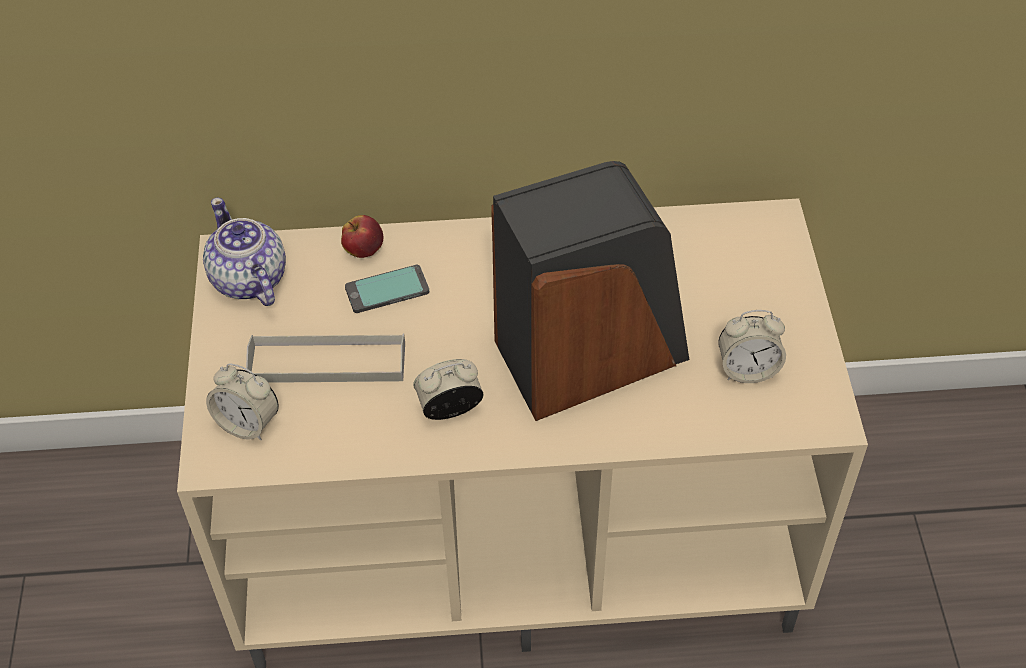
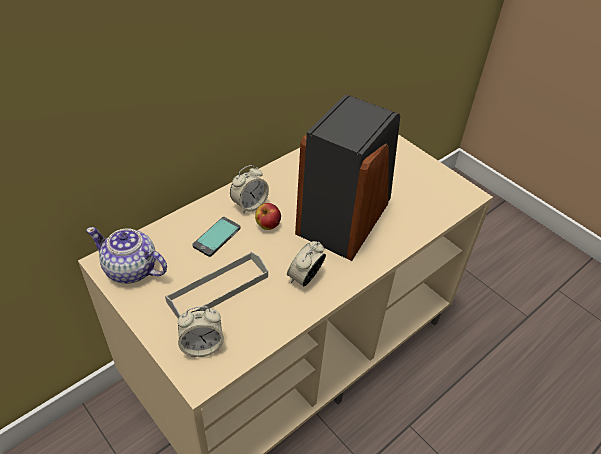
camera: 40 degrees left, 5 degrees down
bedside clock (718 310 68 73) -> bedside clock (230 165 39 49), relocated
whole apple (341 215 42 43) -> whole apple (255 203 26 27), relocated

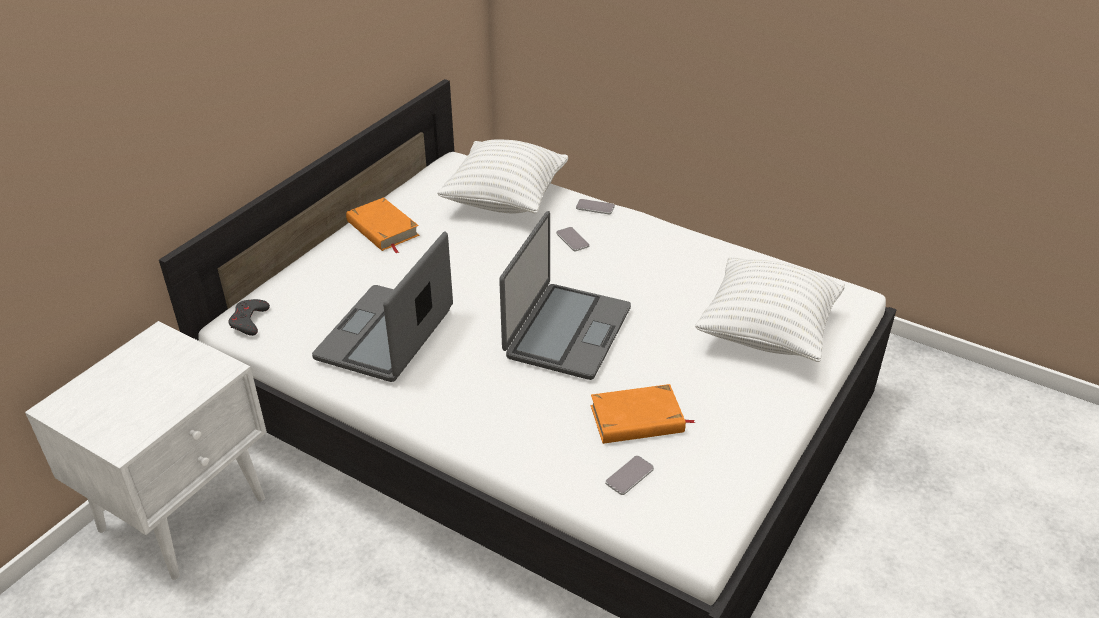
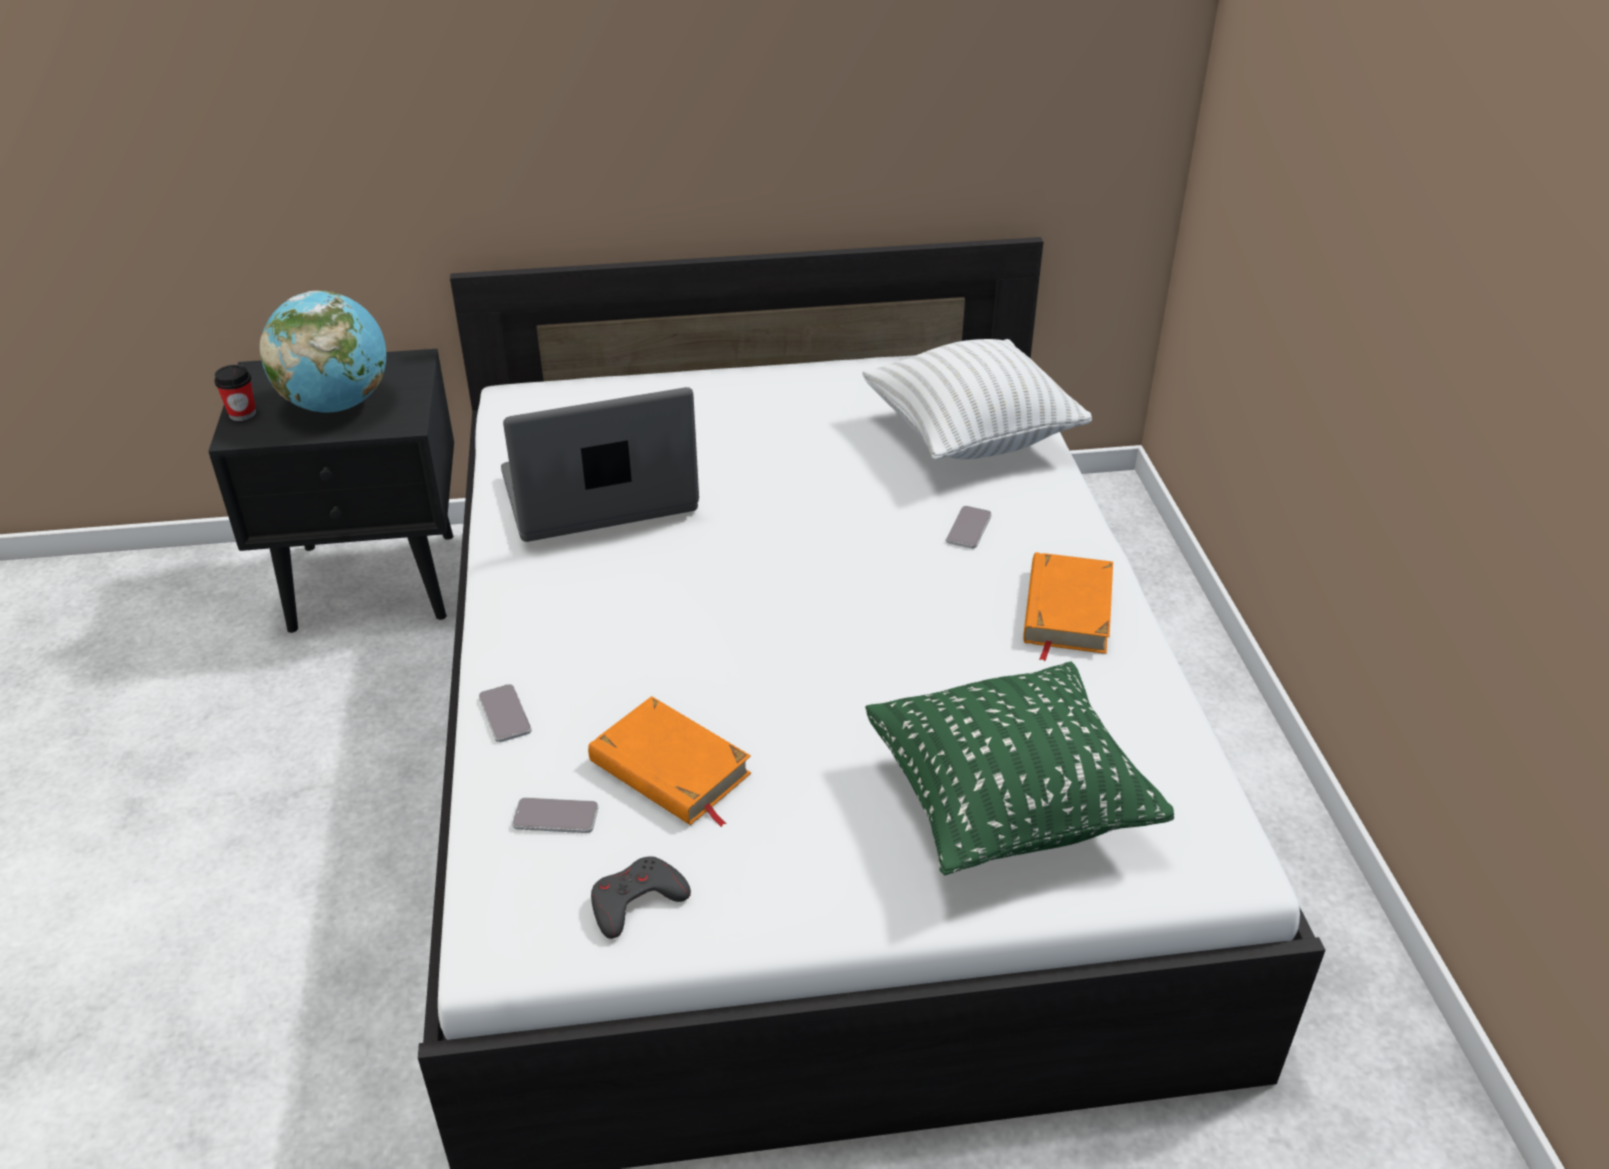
camera: 50 degrees right, 0 degrees up
nightstand in white-coloured (25 321 242 259) -> nightstand in black (208 349 246 284)
none -> cup (214 365 42 56)
none -> globe (260 291 126 121)
phone (576 199 39 15) -> phone (479 684 53 58), relocated
game controller in greyish (228 299 42 37) -> game controller in greyish (591 856 100 83), relocated
pillow in white-coloured (695 256 150 106) -> pillow in greenish (865 662 309 214)
volume in orangey (346 197 73 56) -> volume in orangey (1023 552 90 109), relocated
notebook computer (499 211 132 169) -> none

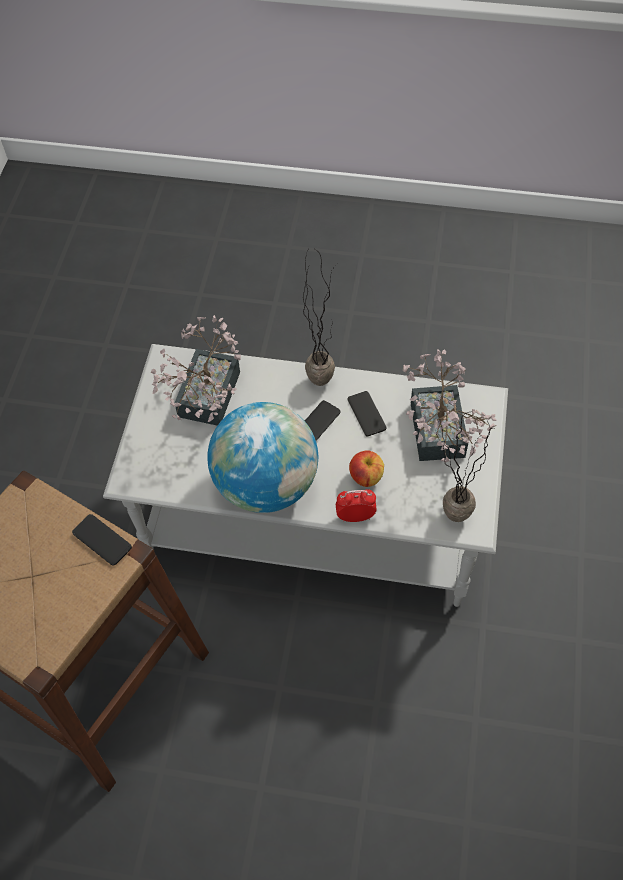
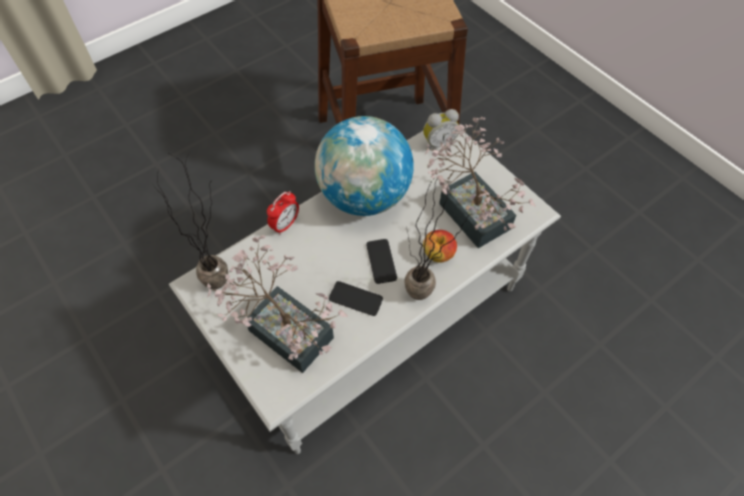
camera: 130 degrees right, 0 degrees up
none -> bedside clock (423 109 36 41)
whole apple (349 450 35 37) -> whole apple (423 230 34 33), relocated
phone (72 514 60 52) -> none

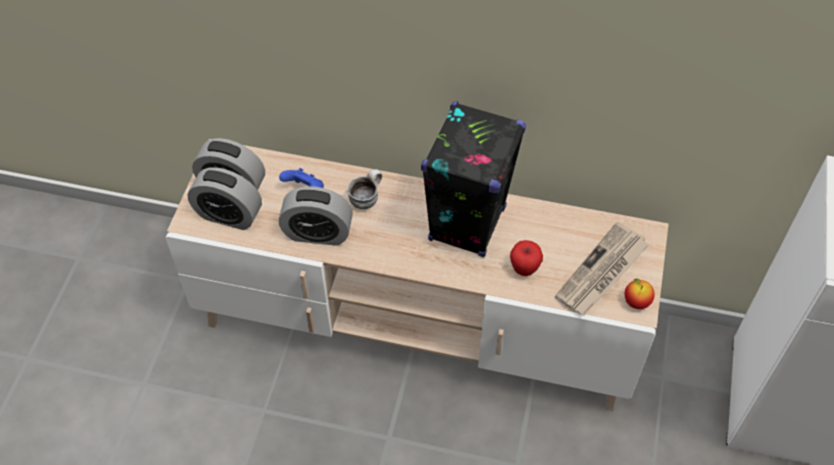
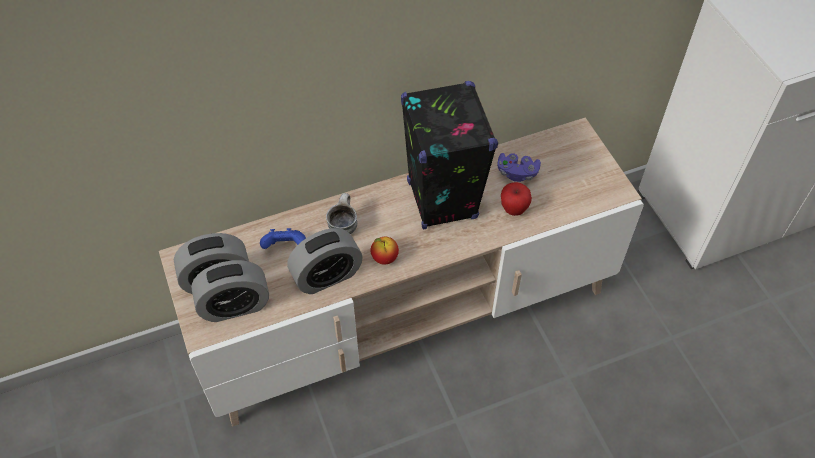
camera: 35 degrees left, 0 degrees up
whole apple (625 279 30 30) -> whole apple (371 237 28 28), relocated
none -> game controller in purple-coloured (497 153 44 29)
newspaper (555 222 94 93) -> none

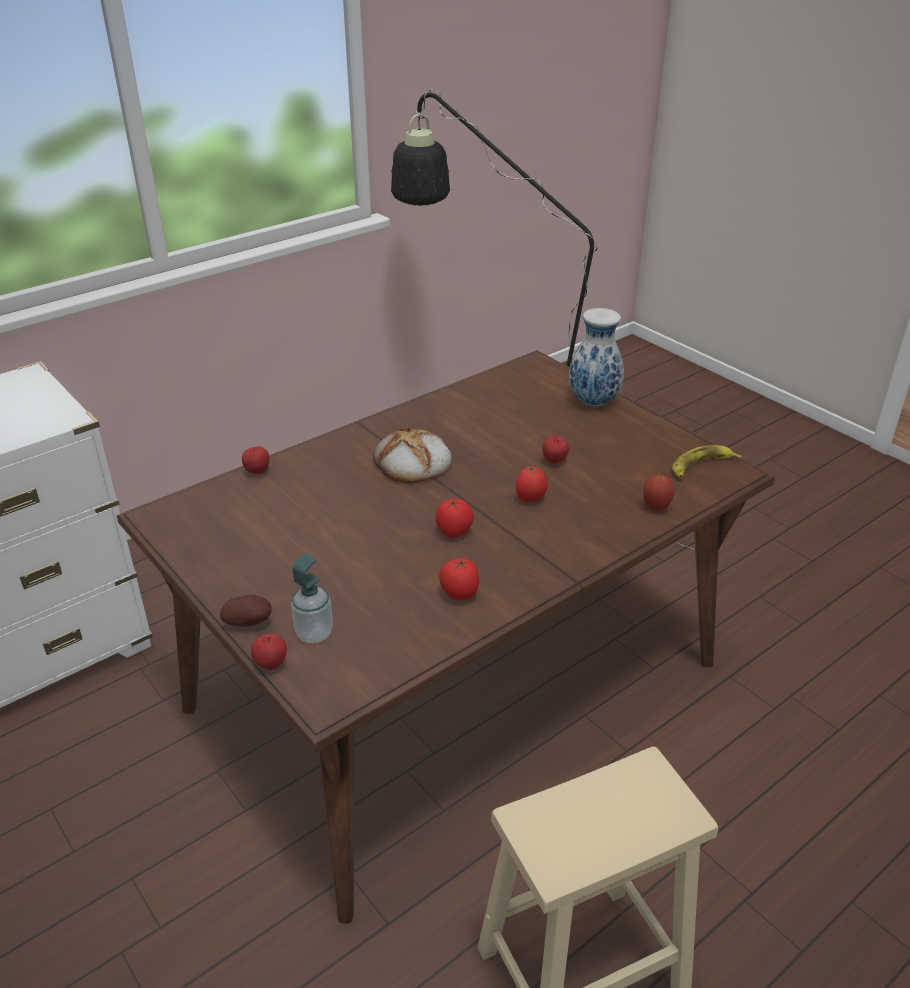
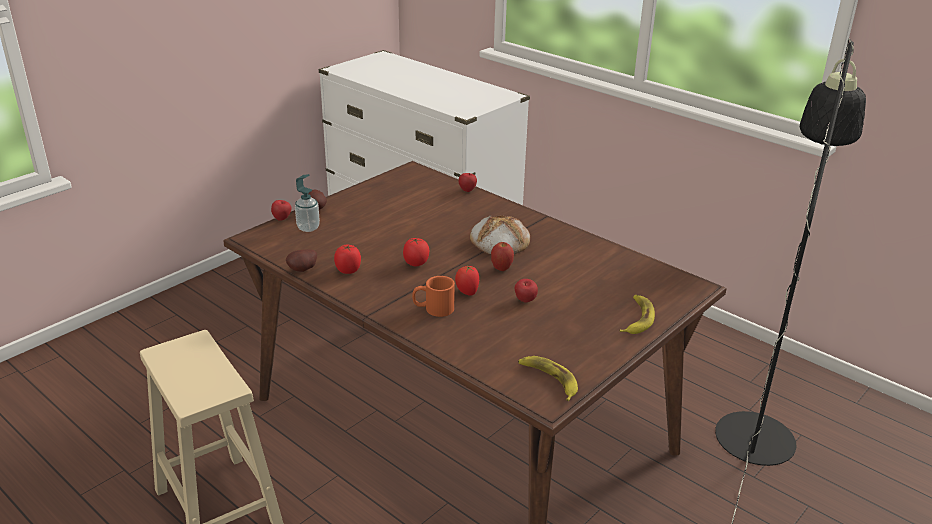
camera: 80 degrees right, 5 degrees down
none -> spud (286 249 31 23)
none -> tea mug in orangey (412 276 43 41)
whole apple (643 474 32 37) -> whole apple (491 242 23 29), relocated
decorative vase (569 308 55 98) -> banana (620 295 35 39)

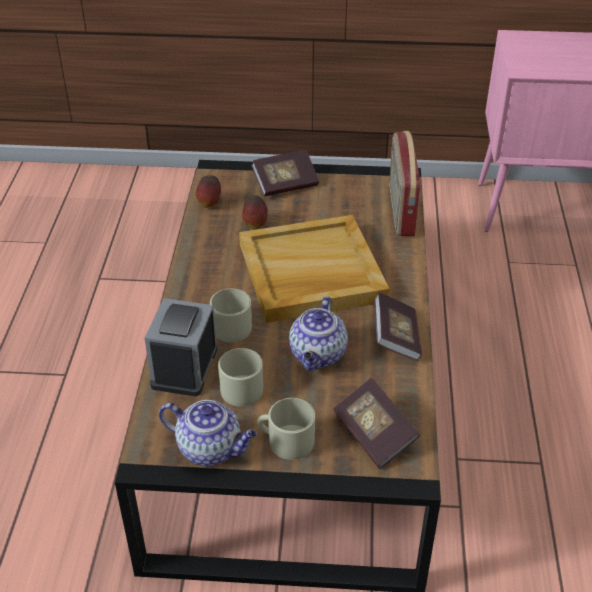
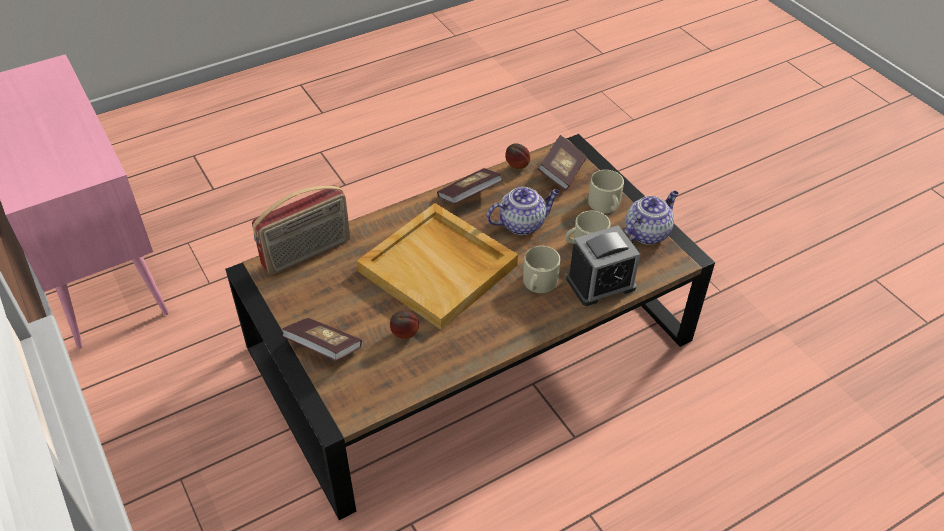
camera: 125 degrees left, 5 degrees up
whole apple (196 175 25 33) -> whole apple (505 143 25 26), relocated
teapot (159 400 98 66) -> teapot (624 191 55 54), 60 degrees clockwise

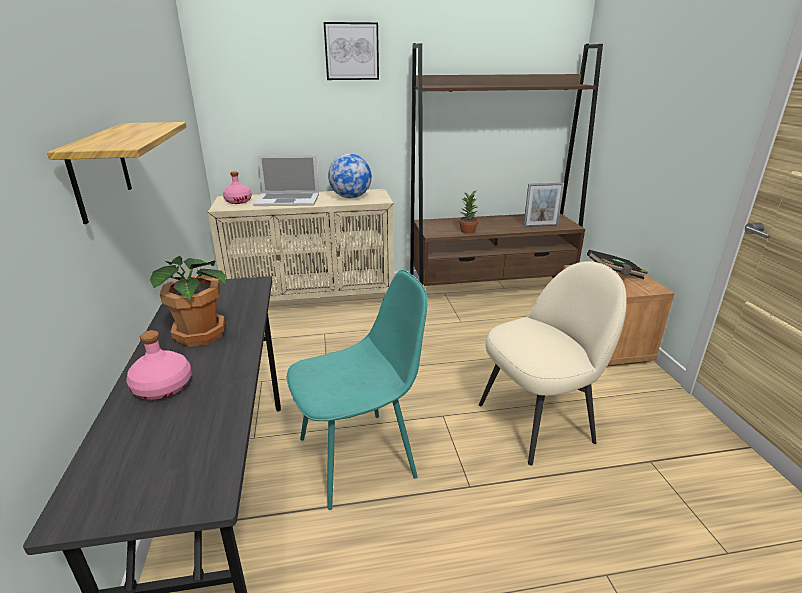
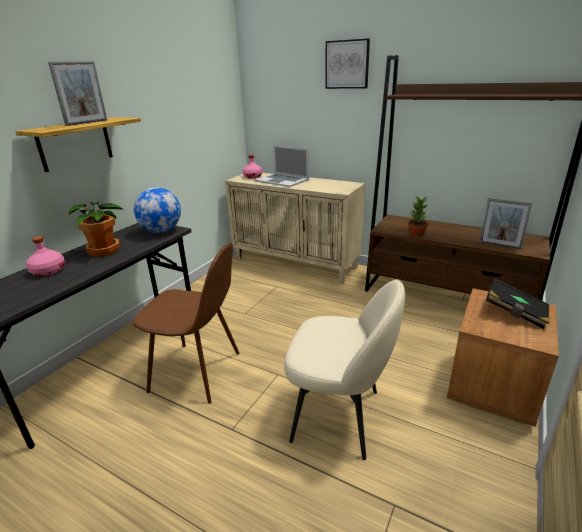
camera: 40 degrees right, 0 degrees up
none -> standing frame (48 61 59 65)
plain chair in turquoise-coloured (287 270 141 240) -> plain chair in brown-coloured (132 243 107 161)
globe (328 154 44 44) -> globe (134 187 47 46), relocated

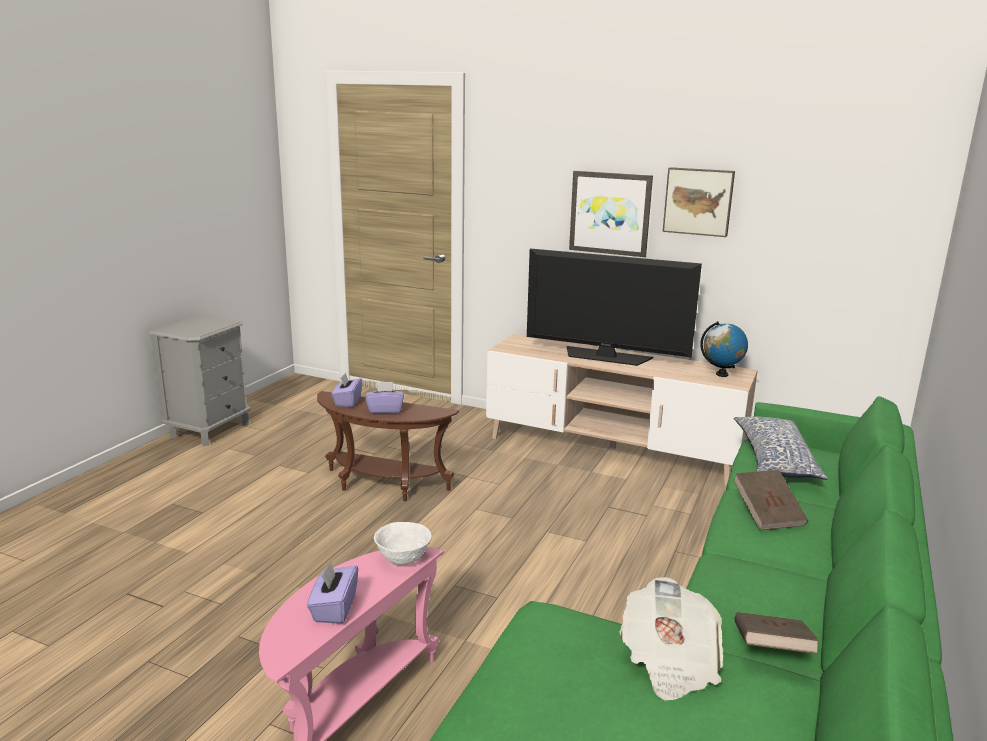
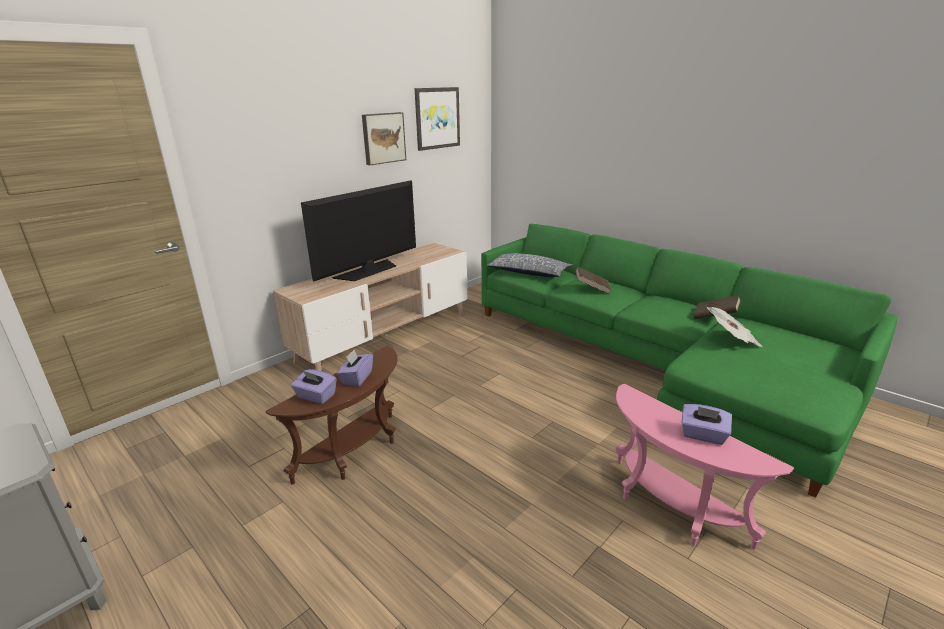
camera: 70 degrees left, 5 degrees up
picture (569 171 84 86) -> picture (415 87 45 64), relocated
deep dish in white-coloured (374 522 58 43) -> none
globe (700 321 48 56) -> none

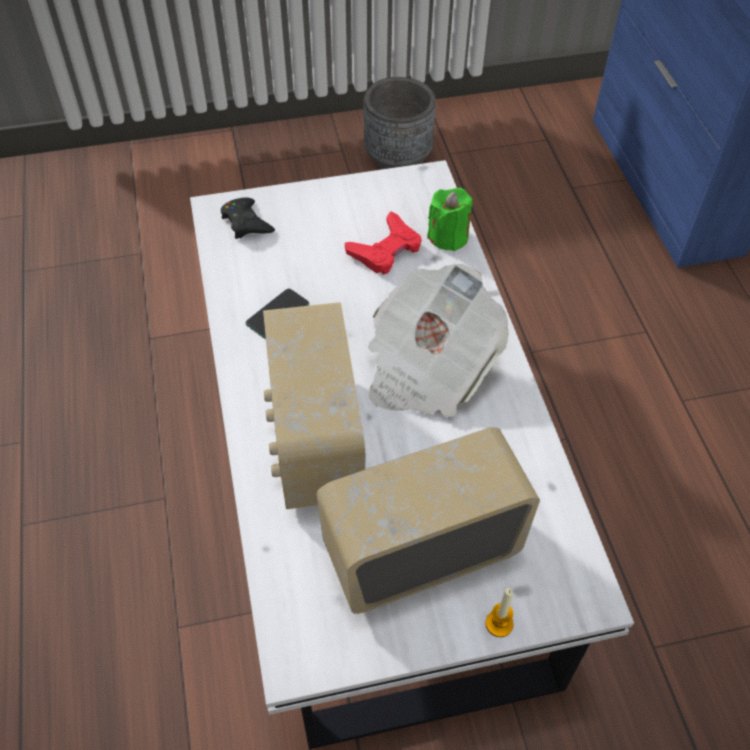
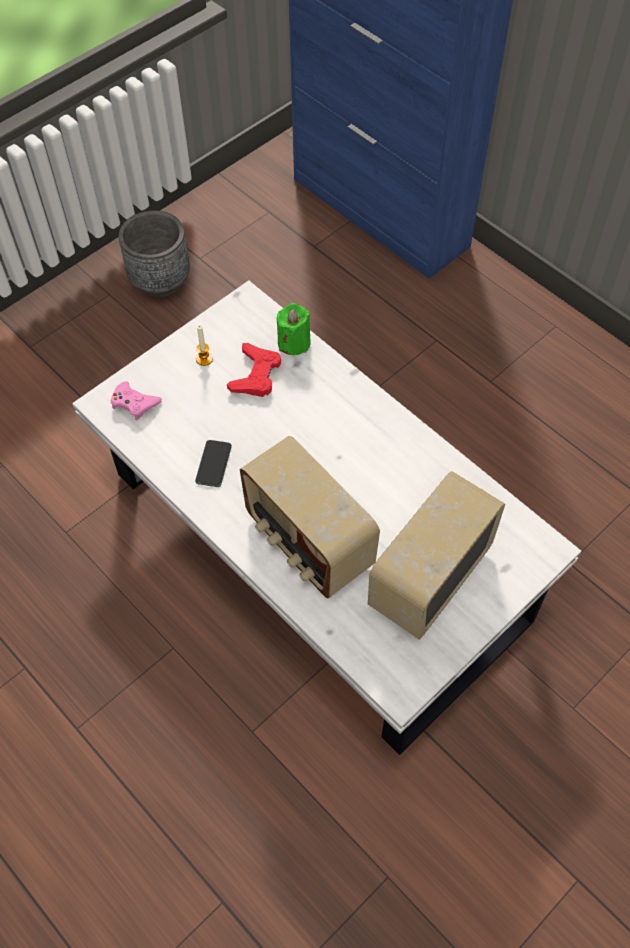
camera: 30 degrees left, 5 degrees up
game controller in black (221 197 54 42) -> game controller in pink-coloured (110 381 52 39)
candle (486 588 28 49) -> candle (196 325 17 41), relocated
newspaper (368 264 141 153) -> none

